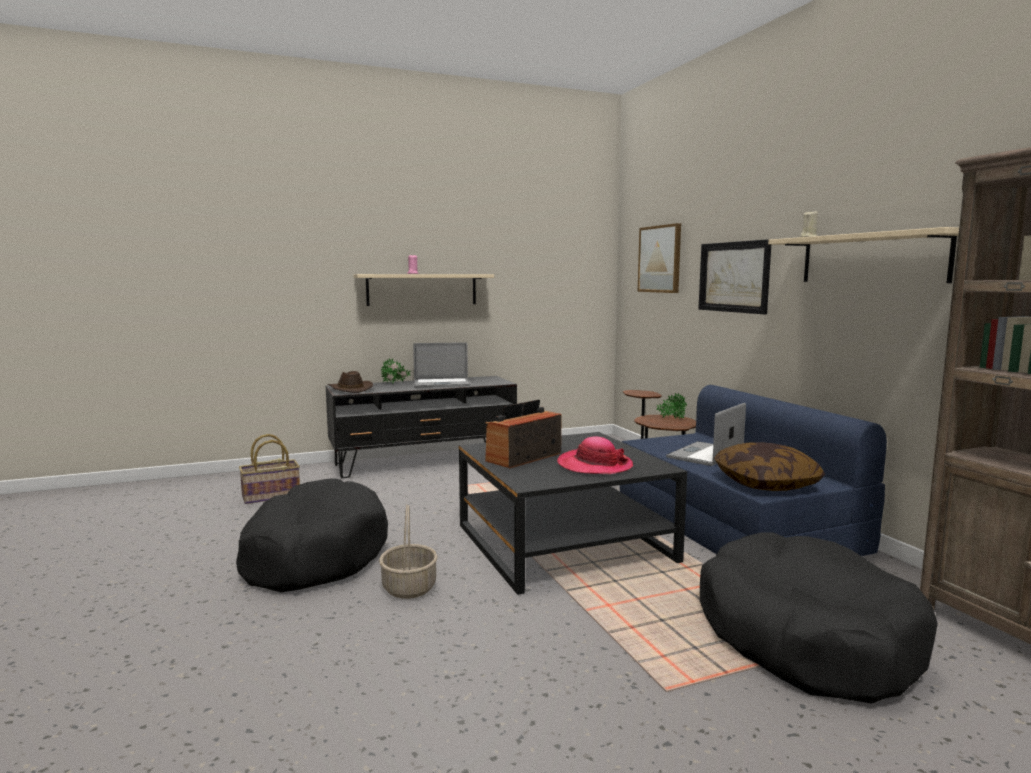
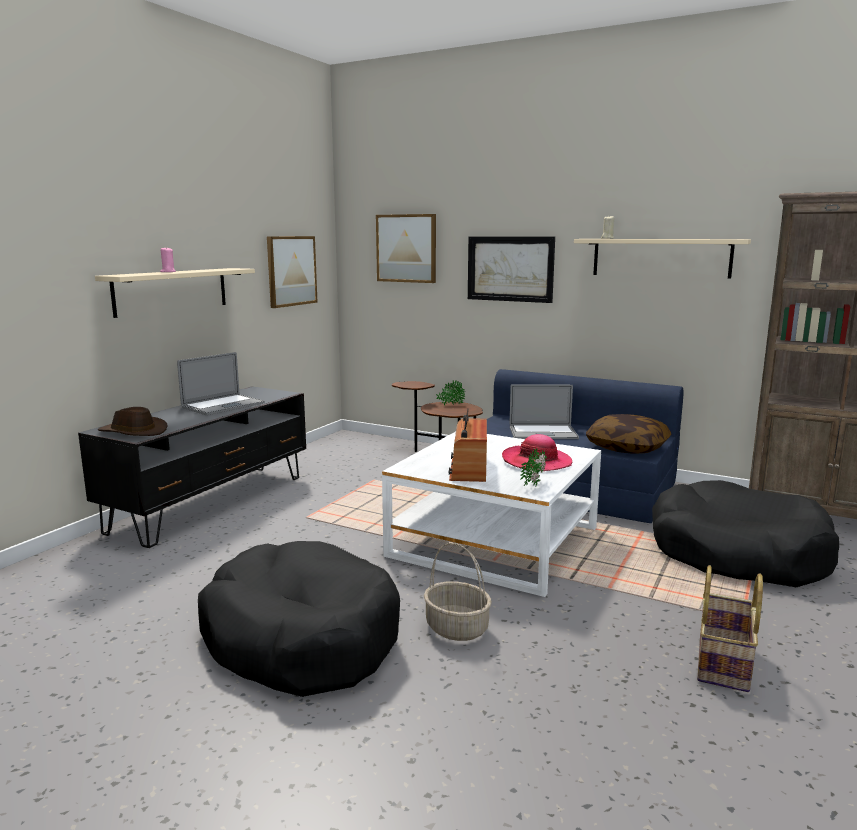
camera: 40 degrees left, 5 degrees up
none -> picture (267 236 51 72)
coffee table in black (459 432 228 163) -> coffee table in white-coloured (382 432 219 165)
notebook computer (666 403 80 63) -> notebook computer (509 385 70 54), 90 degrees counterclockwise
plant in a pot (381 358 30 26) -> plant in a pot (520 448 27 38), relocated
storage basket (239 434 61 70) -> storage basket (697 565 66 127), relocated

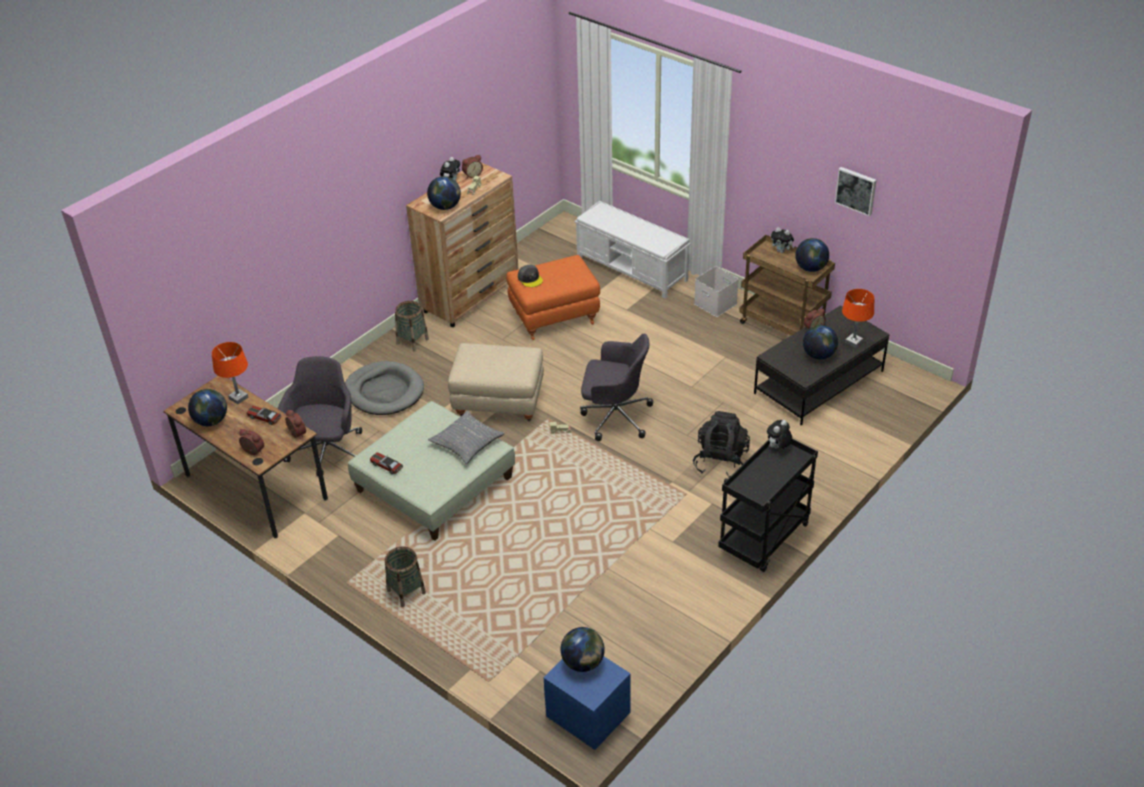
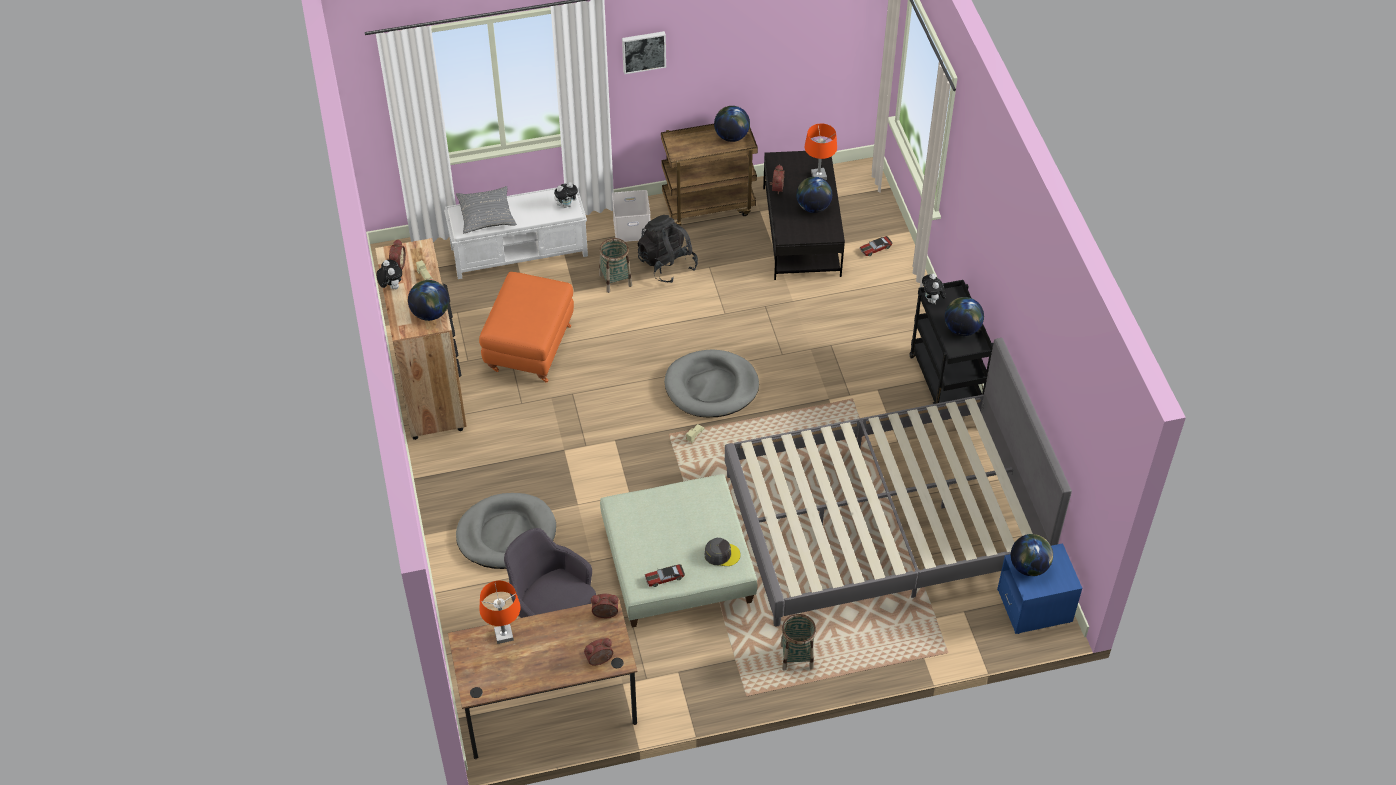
camera: 55 degrees left, 10 degrees up
pillow in greyish (428 411 77 53) -> pillow in greyish (456 186 61 47), relocated
soft toy (771 227 24 26) -> soft toy (554 182 26 26), relocated
storage basket (395 301 34 50) -> storage basket (599 238 33 55), relocated
picture (835 167 42 49) -> picture (622 31 44 43), relocated
backpack in black (693 411 57 67) -> backpack in black (637 215 61 68), relocated
desk chair in greyish (580 334 73 107) -> dog cushion in greyish (664 349 95 68)
peaked cap in greyish (518 265 25 22) -> peaked cap in greyish (705 538 36 28), relocated
none -> sleeping bed in greyish (725 338 347 289)
model car (247 406 34 19) -> model car (859 236 34 20), relocated
globe (188 389 39 37) -> globe (945 297 39 39), relocated
ottoman in beige (448 343 96 78) -> none

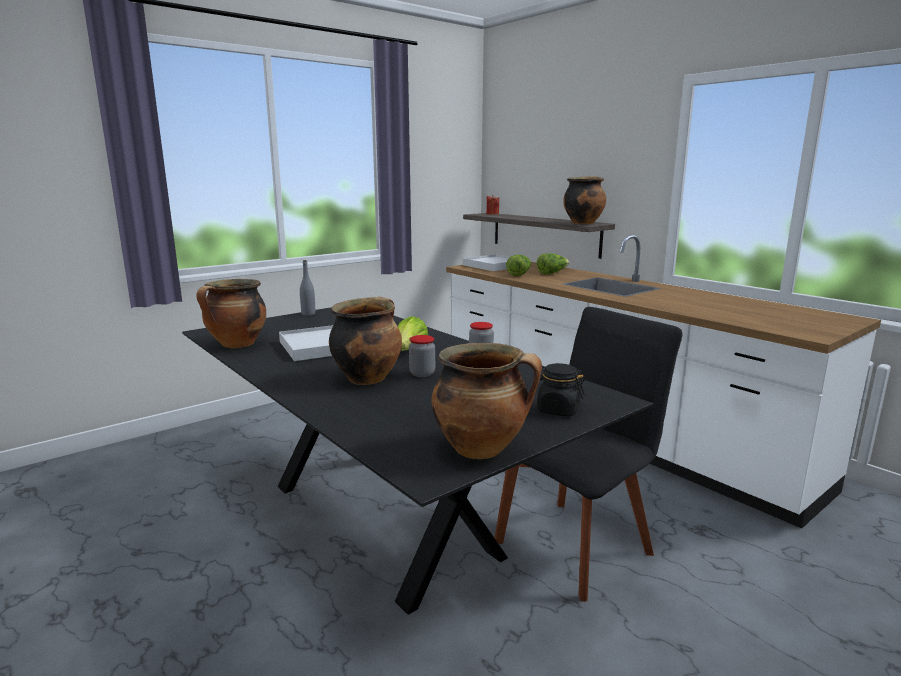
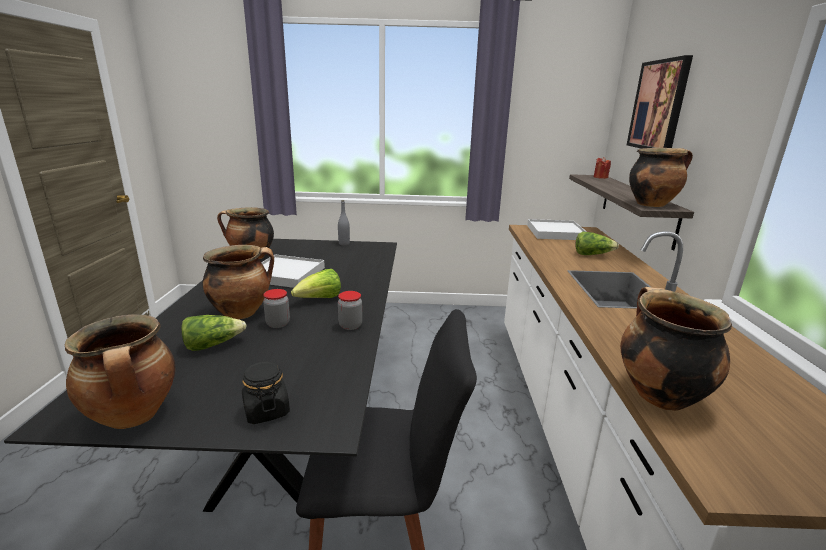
camera: 40 degrees right, 5 degrees up
lettuce head (506 255 25 21) -> lettuce head (181 315 66 36), relocated
none -> stockpot (620 287 112 124)
none -> picture (627 55 66 94)

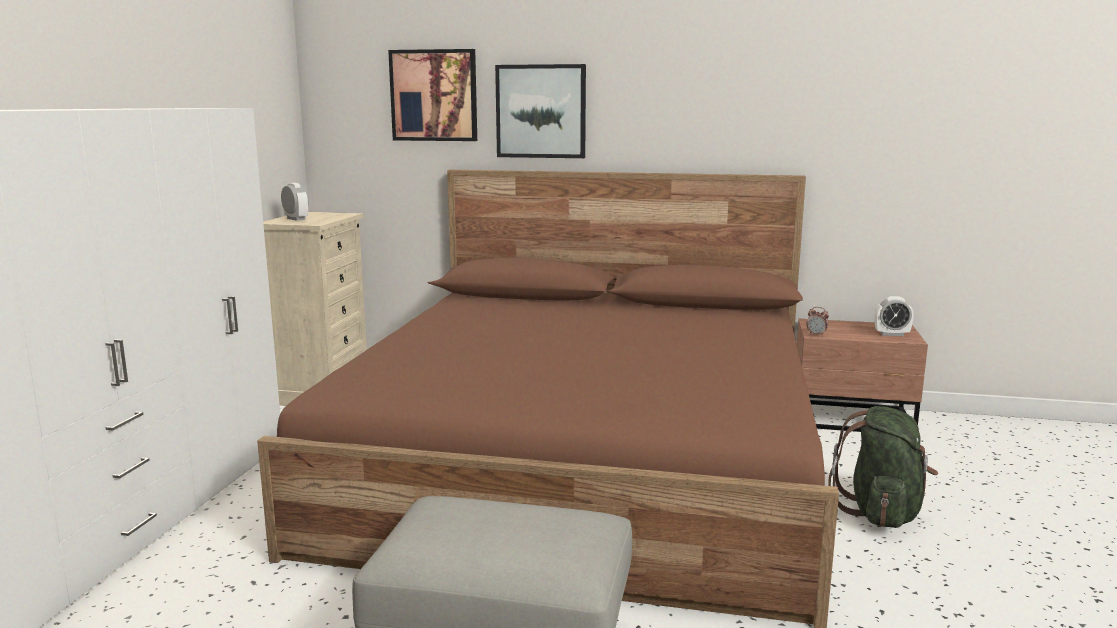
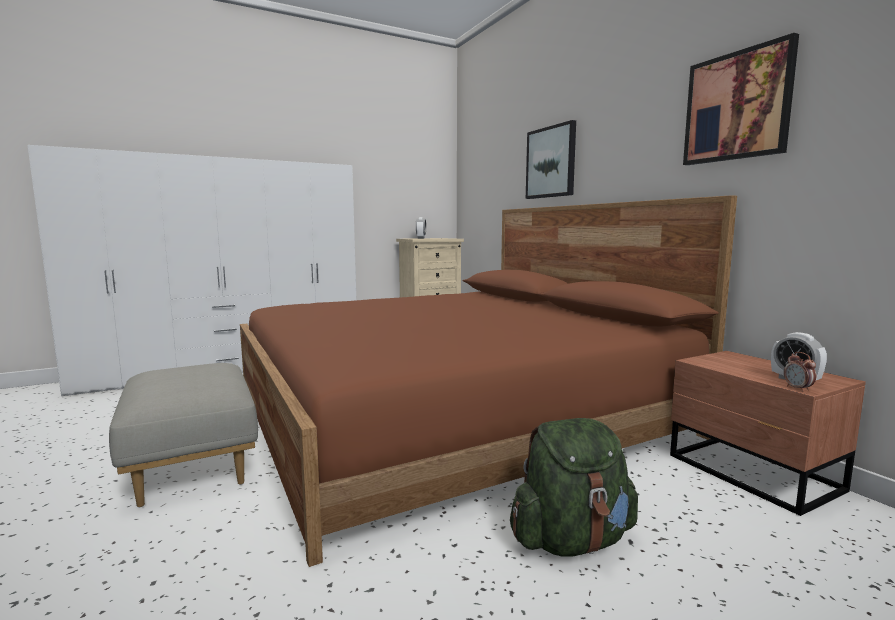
camera: 50 degrees right, 5 degrees down
picture (388 49 89 92) -> picture (683 33 116 132), relocated
bedside clock (806 307 23 29) -> bedside clock (784 352 32 40), relocated

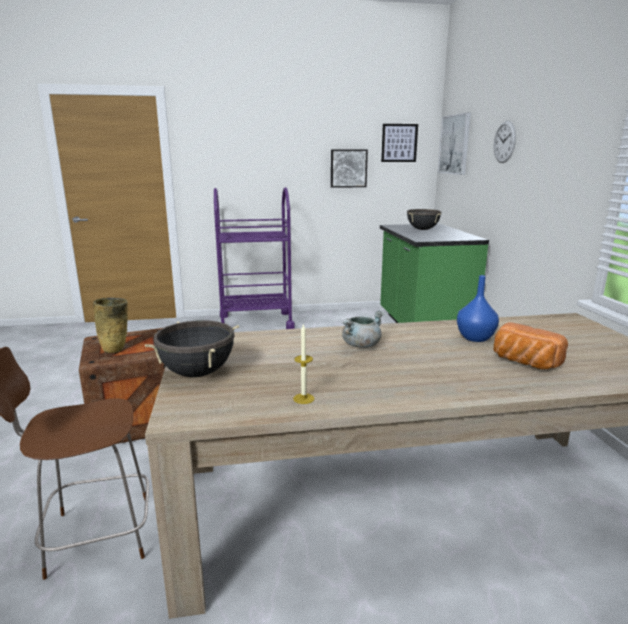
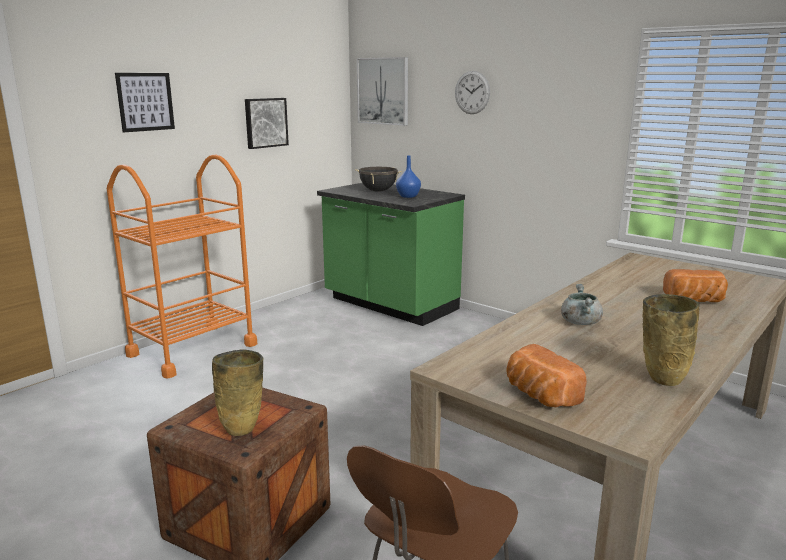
camera: 40 degrees left, 0 degrees up
wheeled cart in purple-coloured (214 187 81 142) -> wheeled cart in orangey (107 154 150 225)
picture (381 124 37 38) -> picture (115 73 60 59), relocated
decorative vase in blue-coloured (457 275 42 67) -> decorative vase in blue-coloured (396 155 25 43), relocated
stockpot in black (145 320 94 57) -> bread (506 344 81 63)
candle (293 323 22 81) -> decorative vase in beige (642 294 57 92)

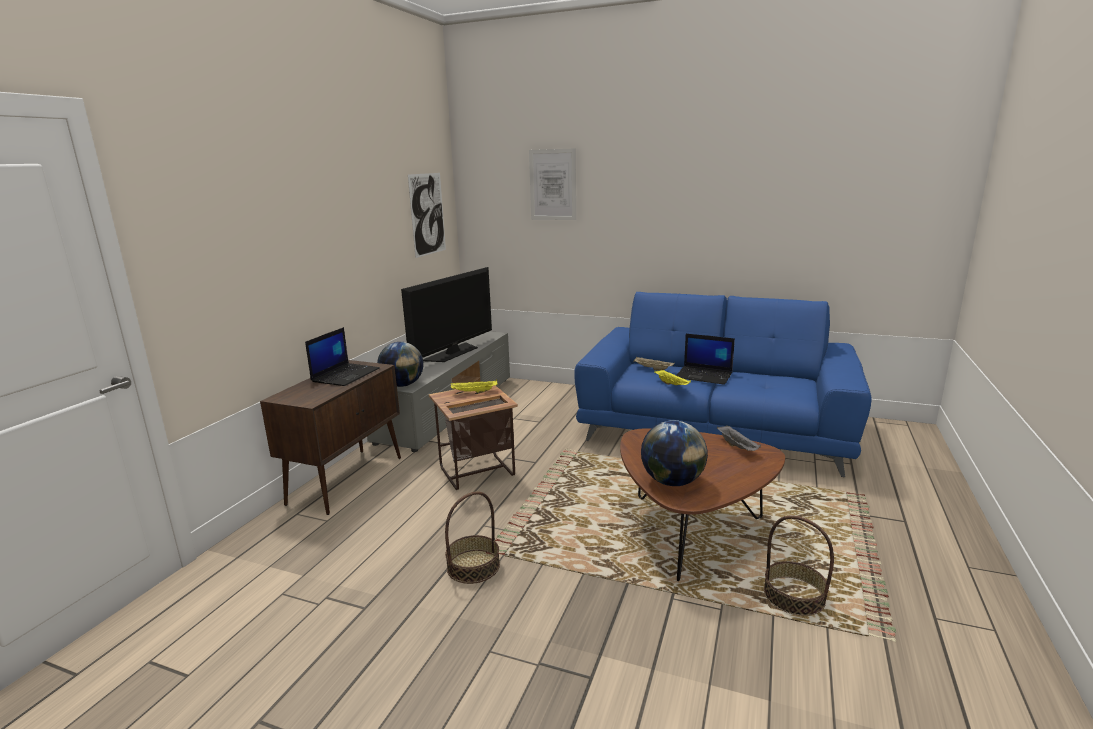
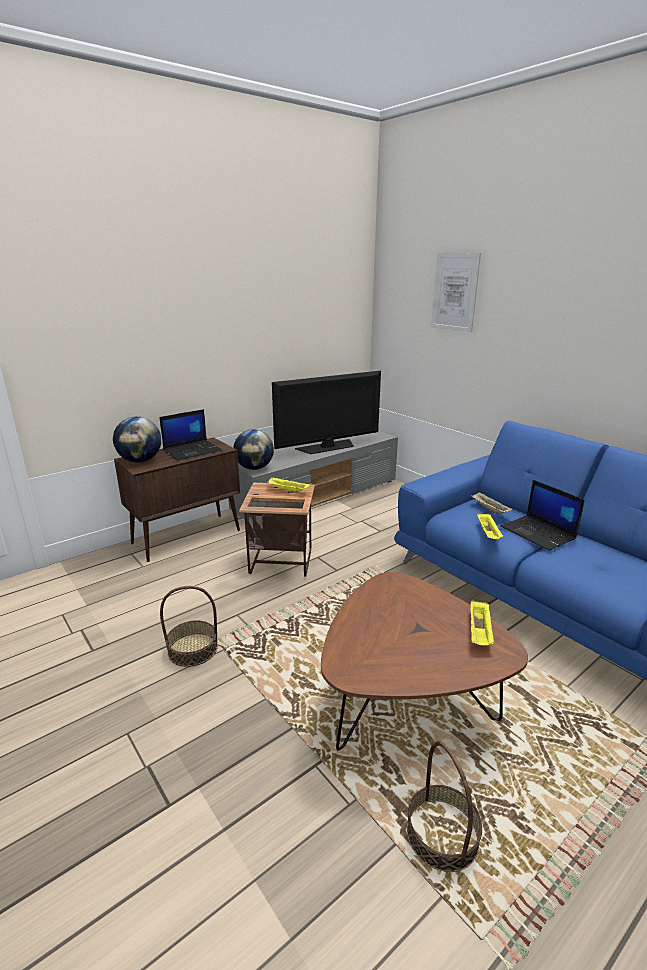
camera: 30 degrees right, 5 degrees up
globe (641 420 67 66) -> globe (113 417 48 46), relocated
tray in greyish (717 425 44 26) -> tray in yellow (471 600 23 45)
picture (408 173 38 85) -> none

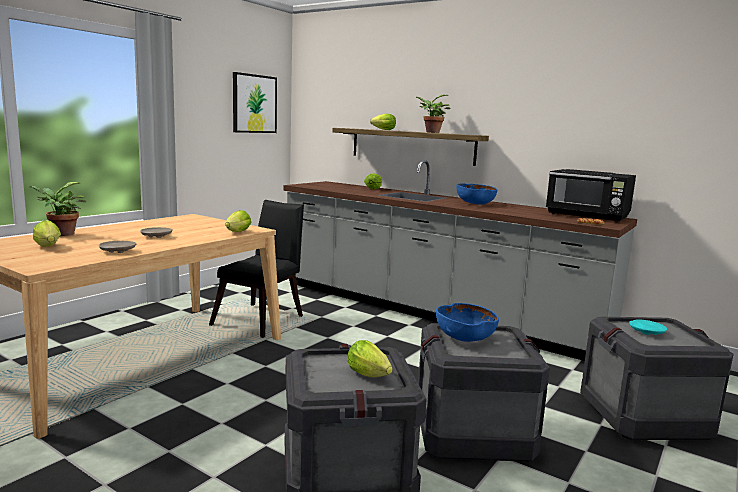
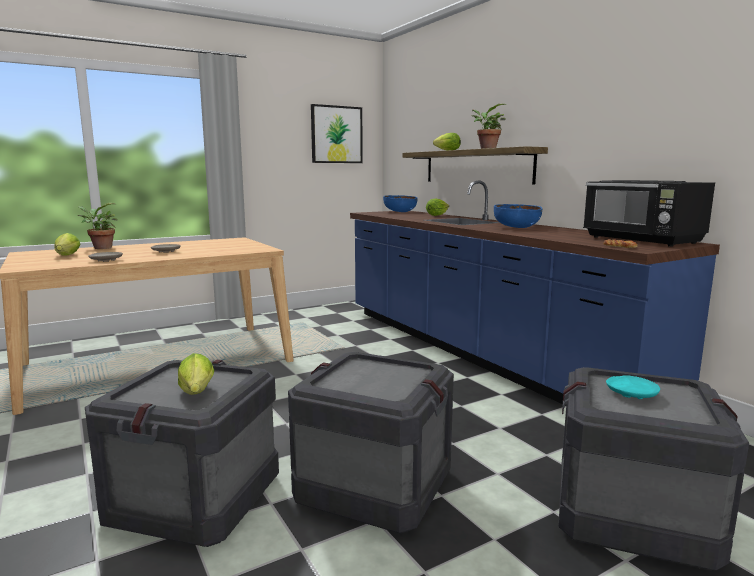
camera: 25 degrees right, 0 degrees up
counter in greyish (284 160 353 201) -> counter in blue-coloured (350 181 370 225)
deep dish in blue-coloured (436 303 63 39) -> deep dish in blue-coloured (383 195 34 17), relocated
plain chair in black (209 200 95 138) -> none
lettuce head (225 210 26 22) -> none

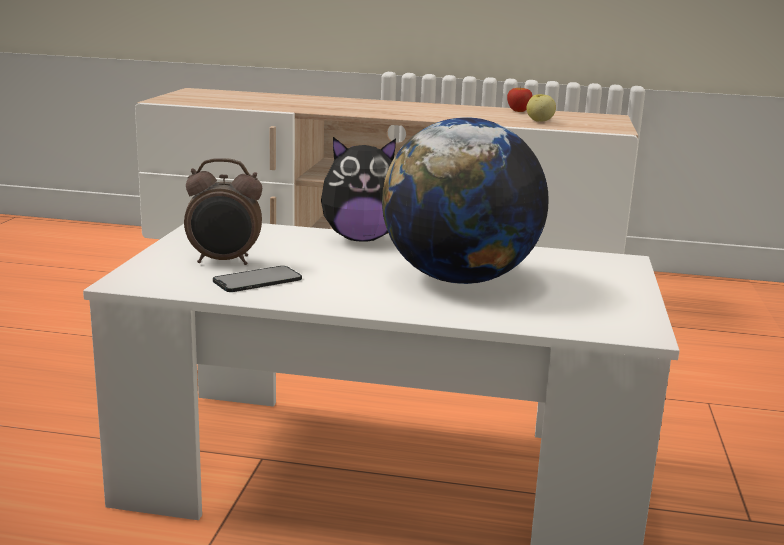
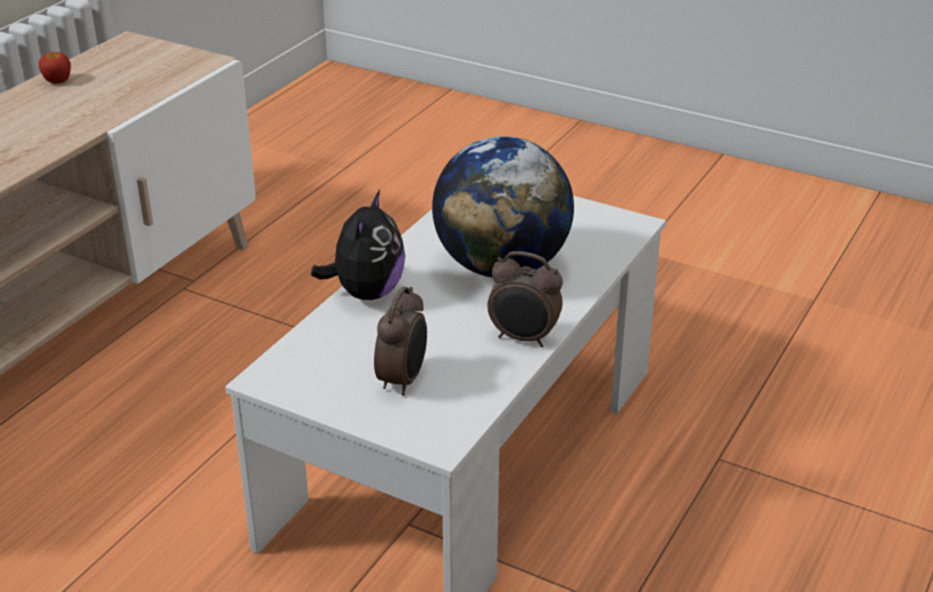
camera: 70 degrees left, 15 degrees up
none -> bedside clock (487 251 76 96)
phone (213 266 89 26) -> none
whole apple (527 94 29 28) -> none

